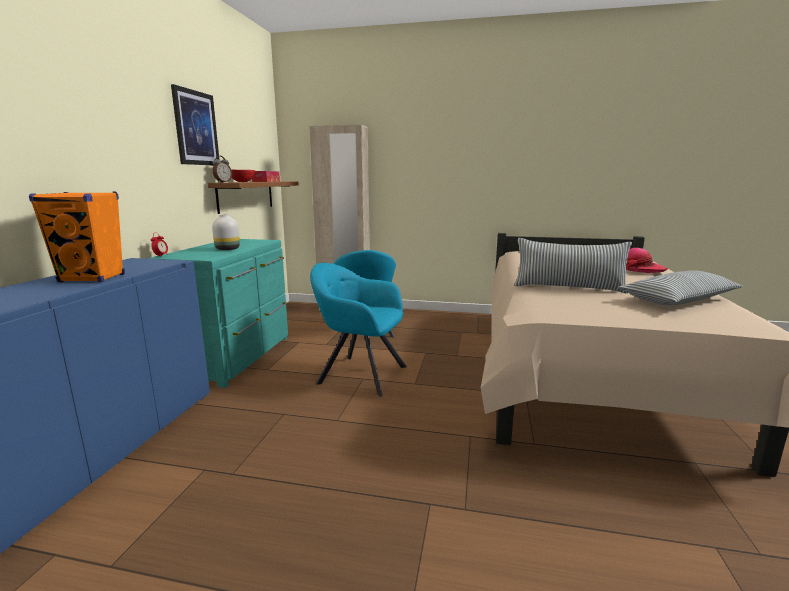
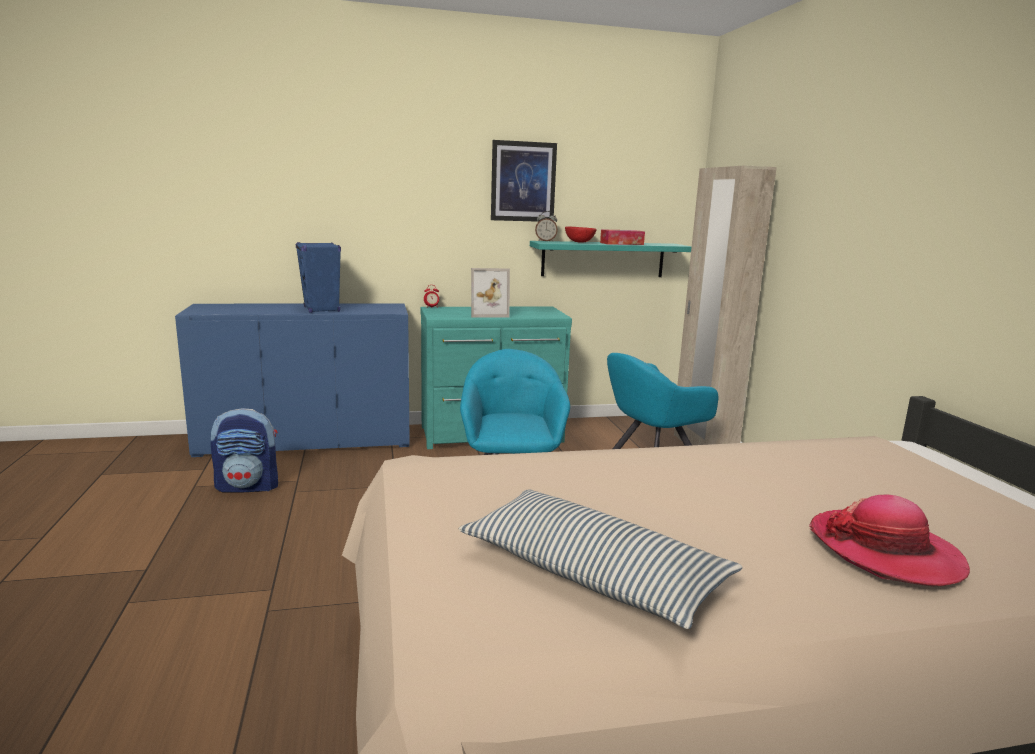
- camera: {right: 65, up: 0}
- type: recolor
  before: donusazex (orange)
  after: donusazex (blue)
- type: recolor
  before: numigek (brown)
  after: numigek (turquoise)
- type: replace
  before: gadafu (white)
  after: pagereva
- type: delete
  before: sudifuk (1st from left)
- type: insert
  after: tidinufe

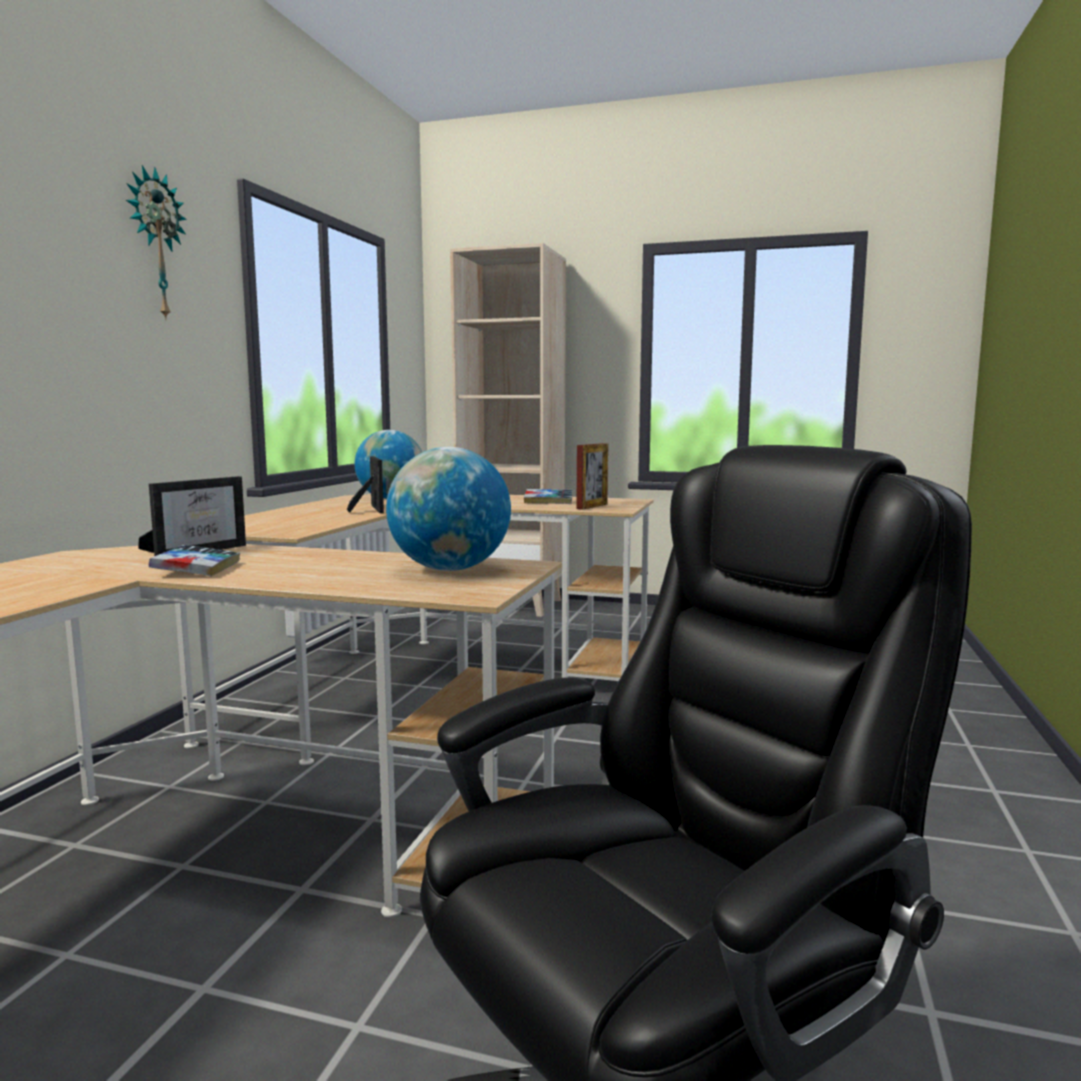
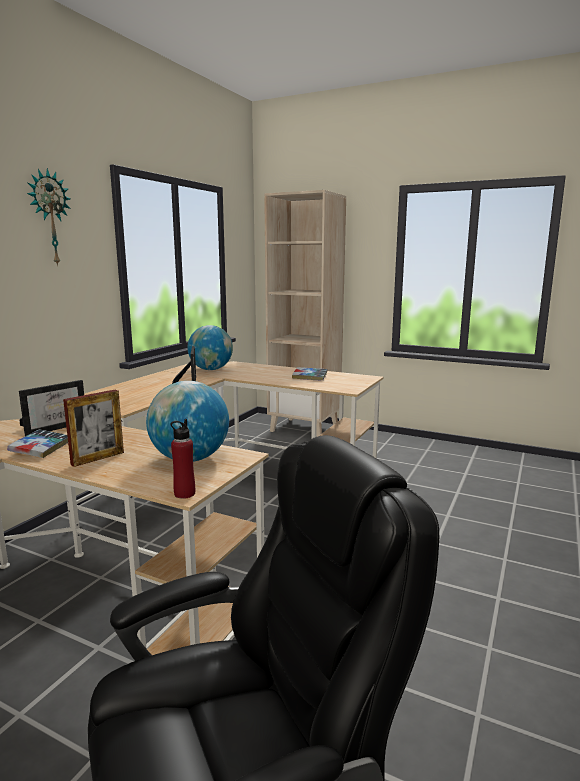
- camera: {right: 10, up: 5}
- type: move
  before: pagereva (3rd from left in the first image)
  after: pagereva (2nd from left)
- type: insert
  after: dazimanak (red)

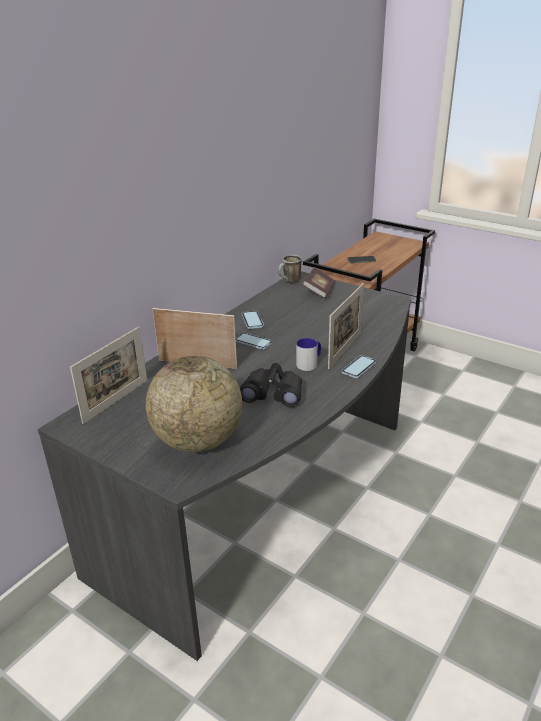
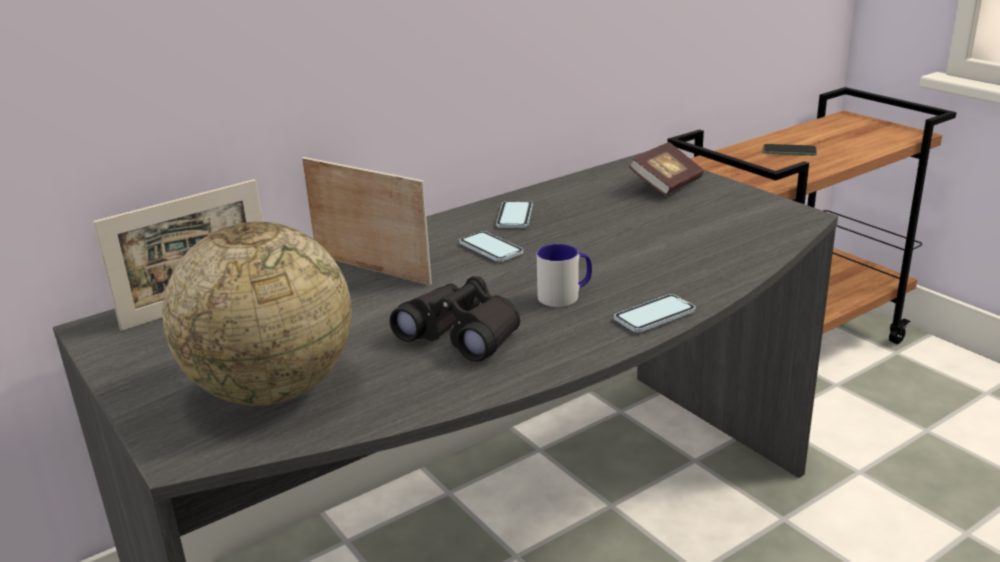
- camera: {right: 20, up: -5}
- type: delete
  before: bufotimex (1st from left)
- type: delete
  before: pagereva (3rd from left)

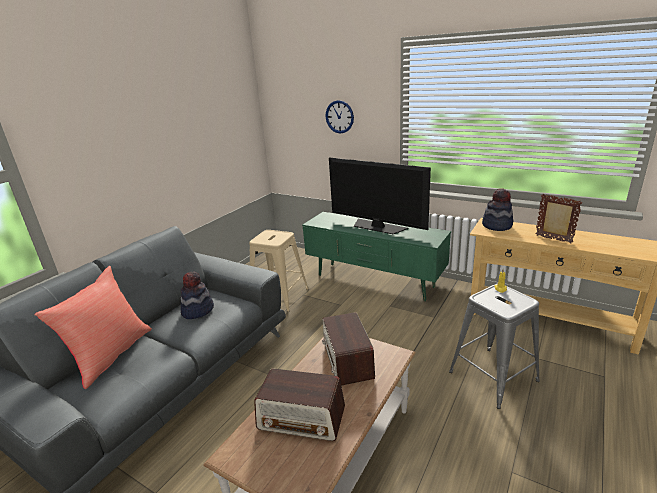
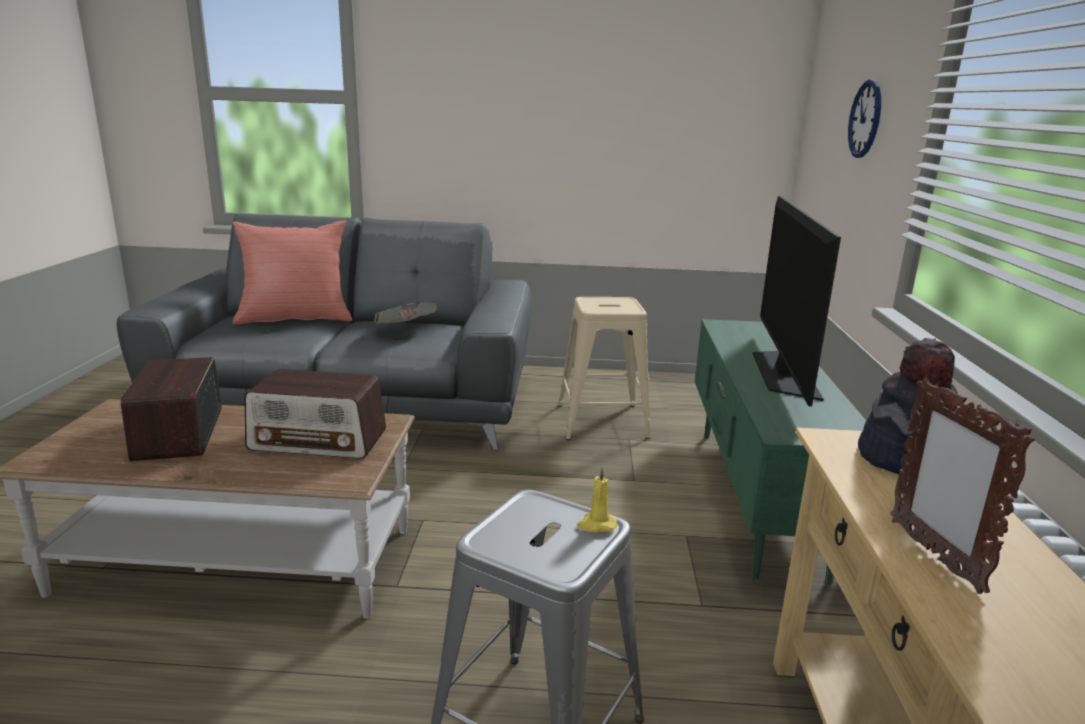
- camera: {right: 60, up: -5}
- type: replace
  before: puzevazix (1st from left)
  after: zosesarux
- type: rotate
  before: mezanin (2nd from left)
  turn: -135
- type: rotate
  before: pagereva
  turn: 150

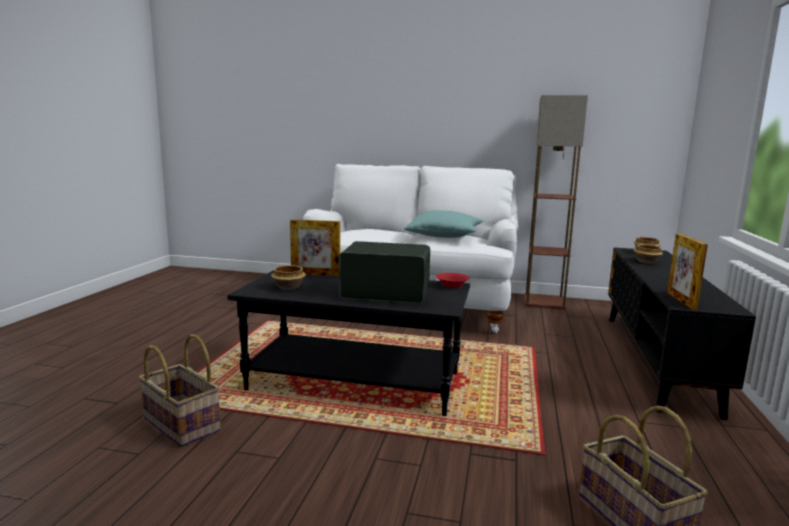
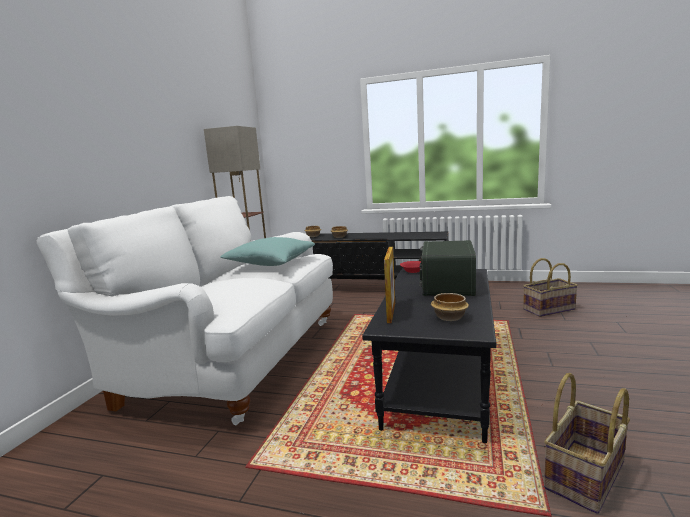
- camera: {right: -85, up: 0}
- type: delete
  before: pagereva (2nd from left)

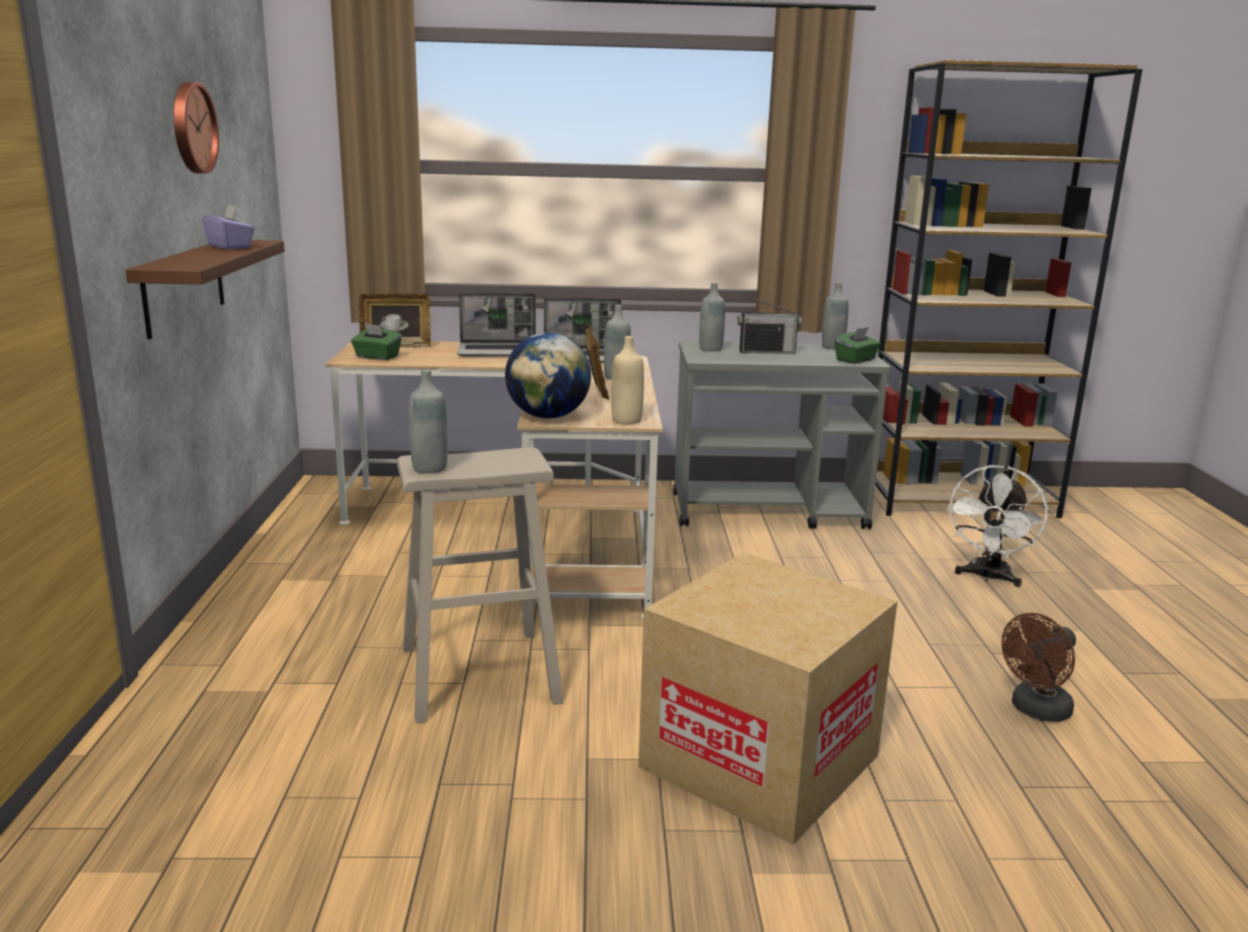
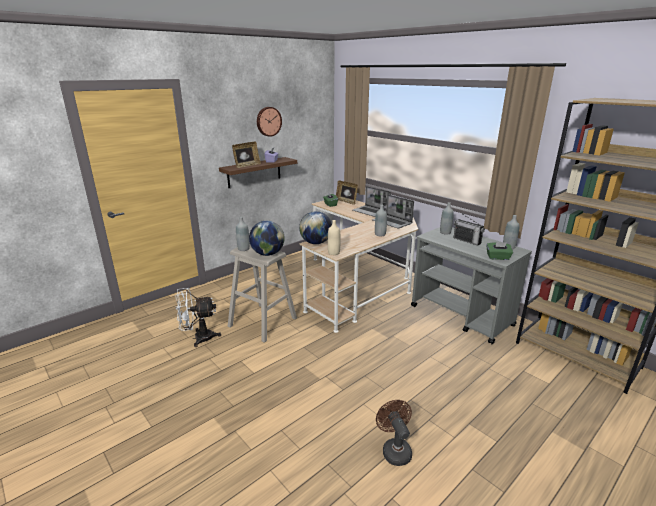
- camera: {right: 50, up: 5}
- type: move
  before: pagereva (2nd from left in the first image)
  after: pagereva (1st from left)
- type: delete
  before: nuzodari
- type: move
  before: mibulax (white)
- type: rotate
  before: mibulax (brown)
  turn: 60
- type: insert
  after: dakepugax (1st from left)

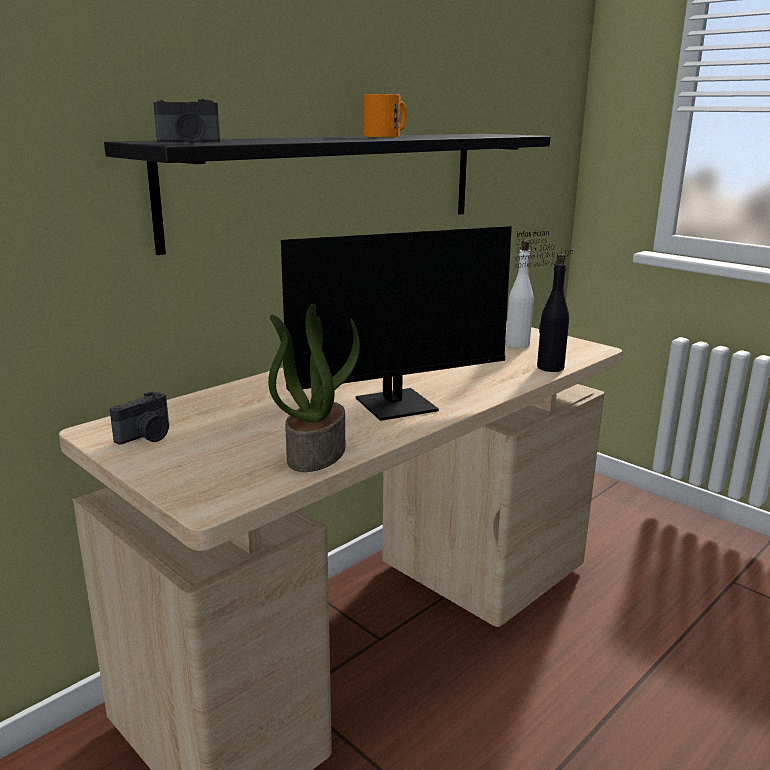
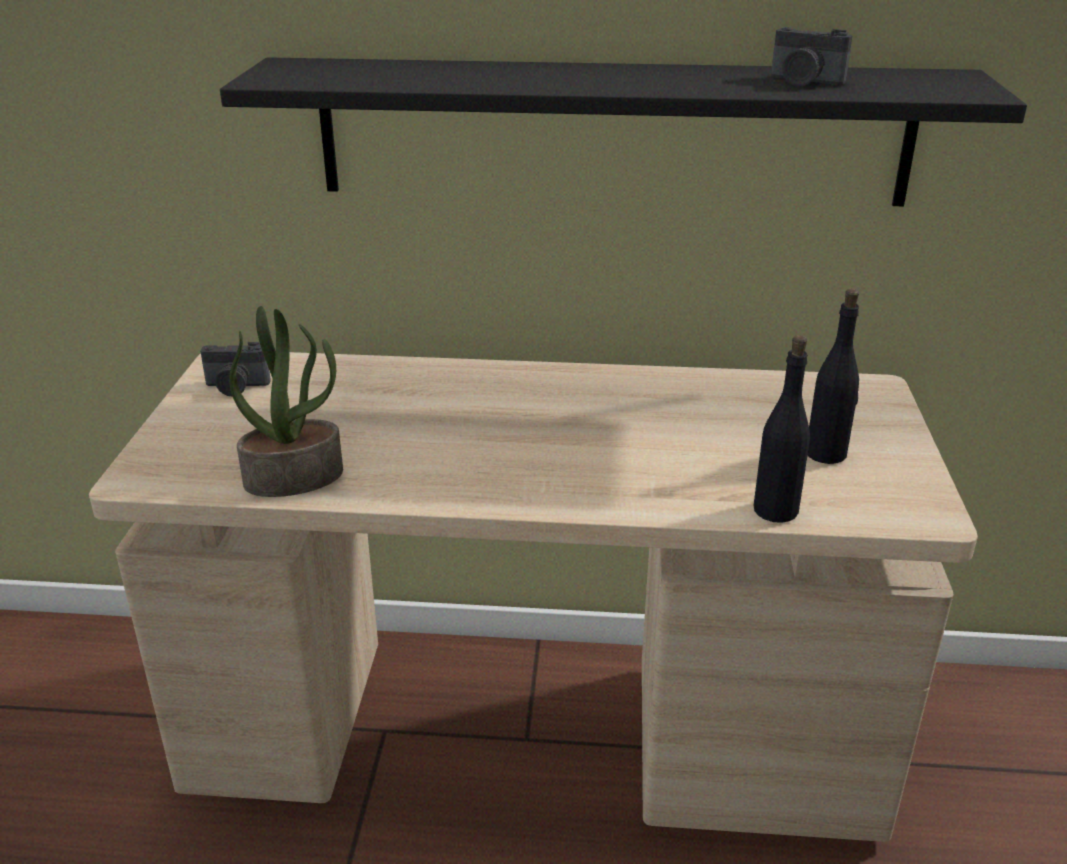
- camera: {right: 50, up: 10}
- type: move
  before: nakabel (2nd from left)
- type: delete
  before: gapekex
- type: delete
  before: bufotimex (orange)
- type: recolor
  before: dazimanak (white)
  after: dazimanak (black) (2nd from left)

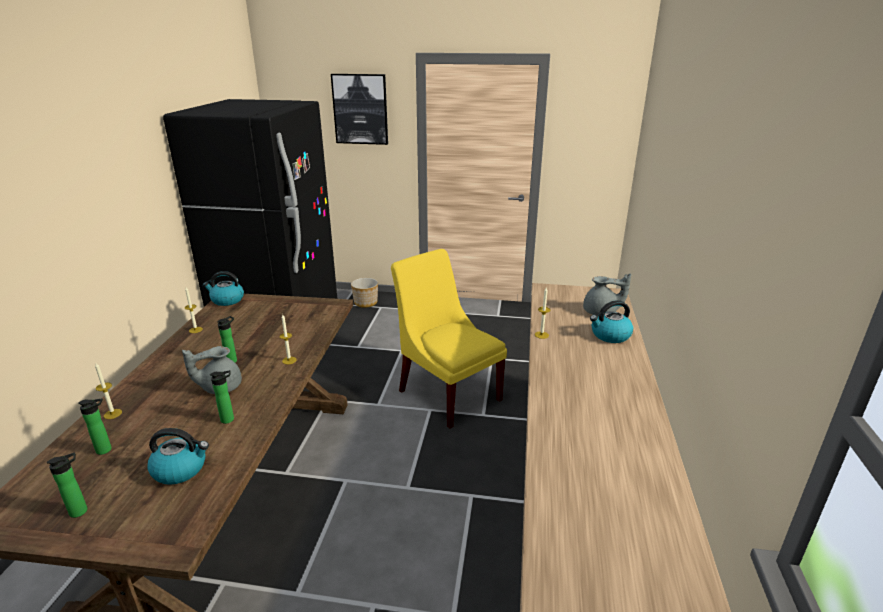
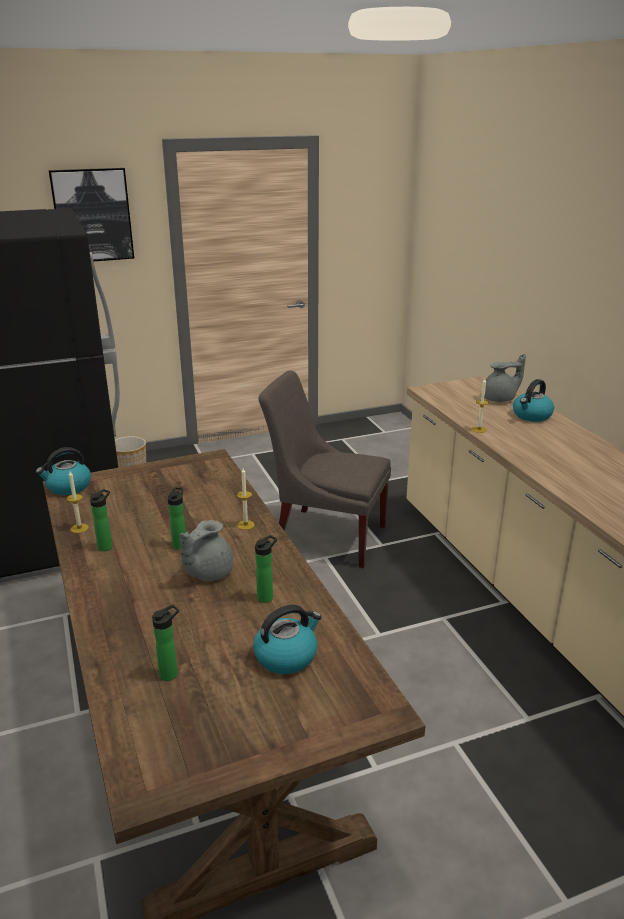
- camera: {right: -30, up: 0}
- type: move
  before: dazimanak (1st from left)
- type: delete
  before: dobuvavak (1st from left)
- type: recolor
  before: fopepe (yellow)
  after: fopepe (grey)

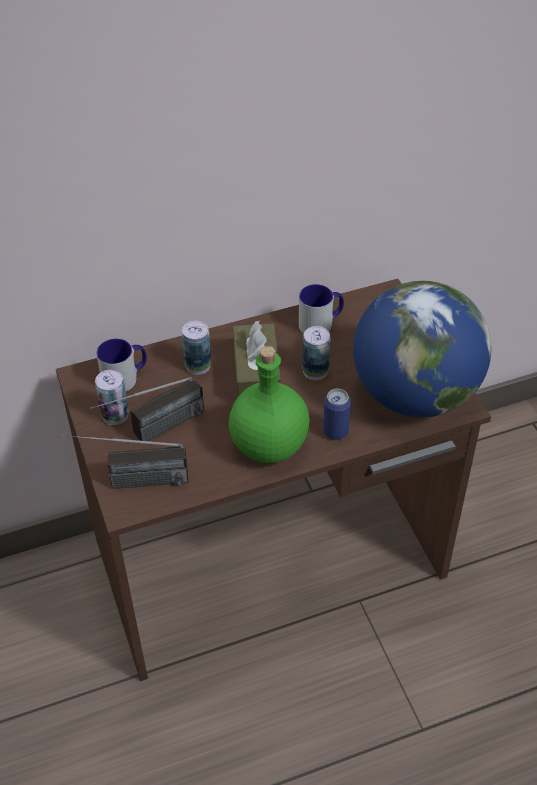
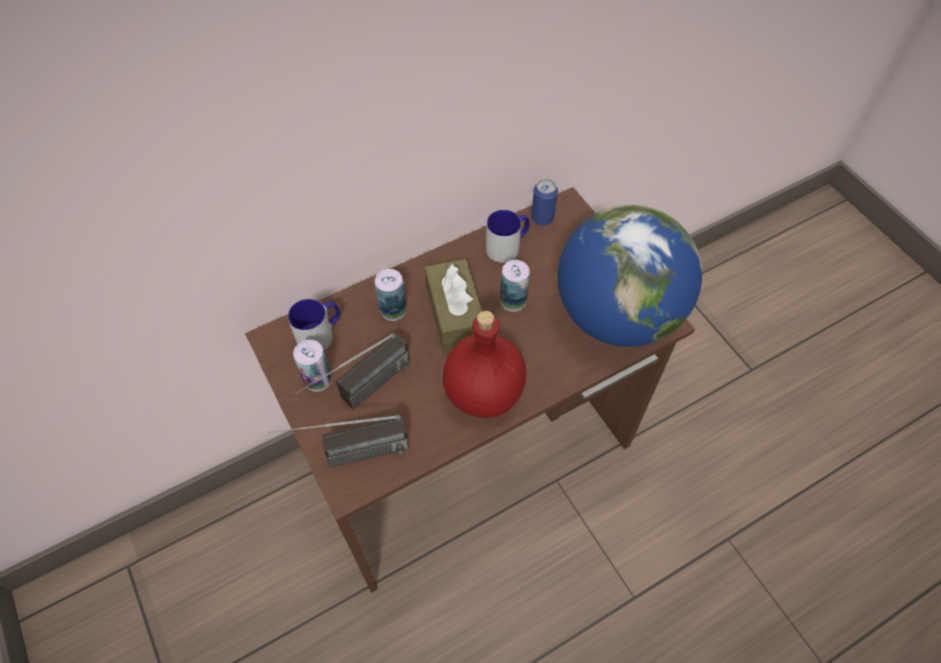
- camera: {right: -10, up: 10}
- type: recolor
  before: dazimanak (green)
  after: dazimanak (red)
- type: move
  before: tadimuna (4th from left)

